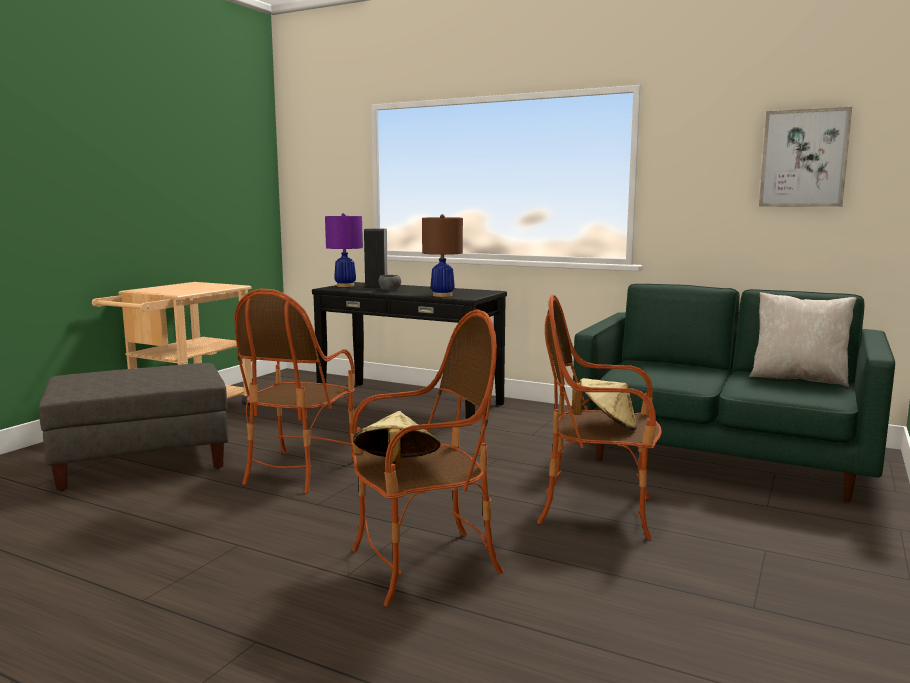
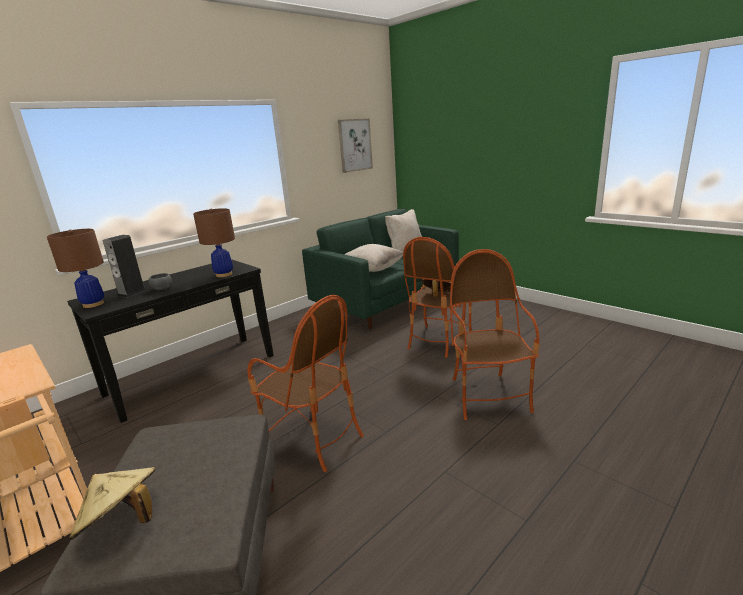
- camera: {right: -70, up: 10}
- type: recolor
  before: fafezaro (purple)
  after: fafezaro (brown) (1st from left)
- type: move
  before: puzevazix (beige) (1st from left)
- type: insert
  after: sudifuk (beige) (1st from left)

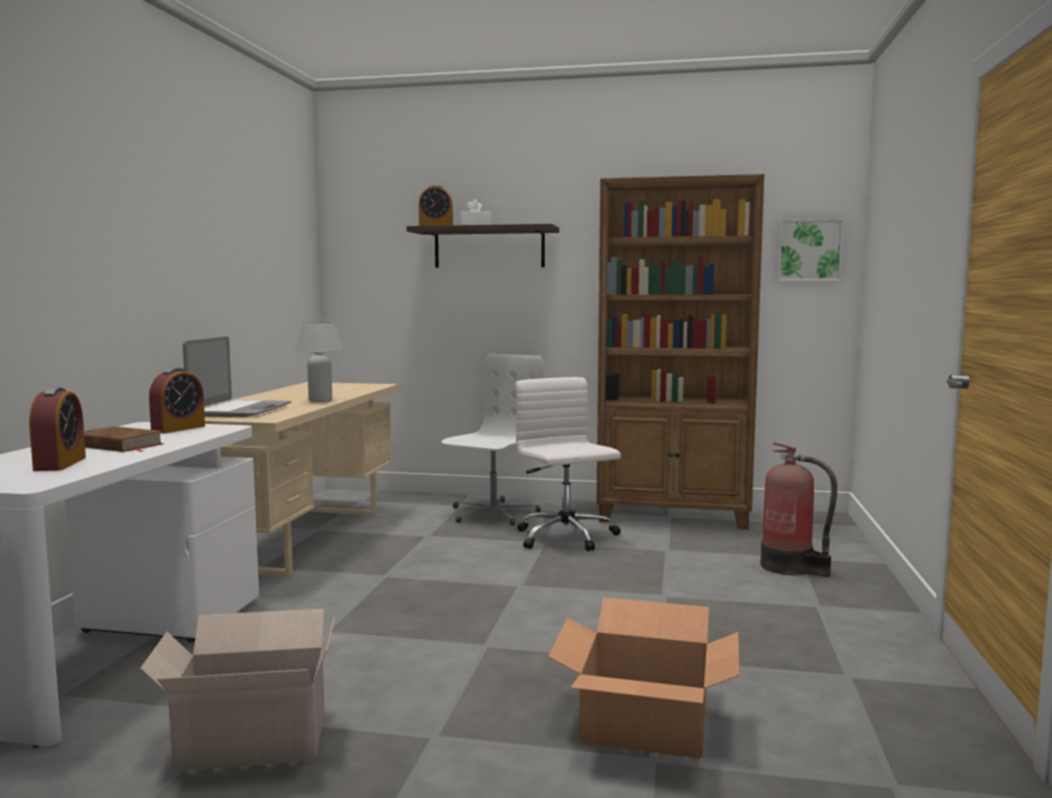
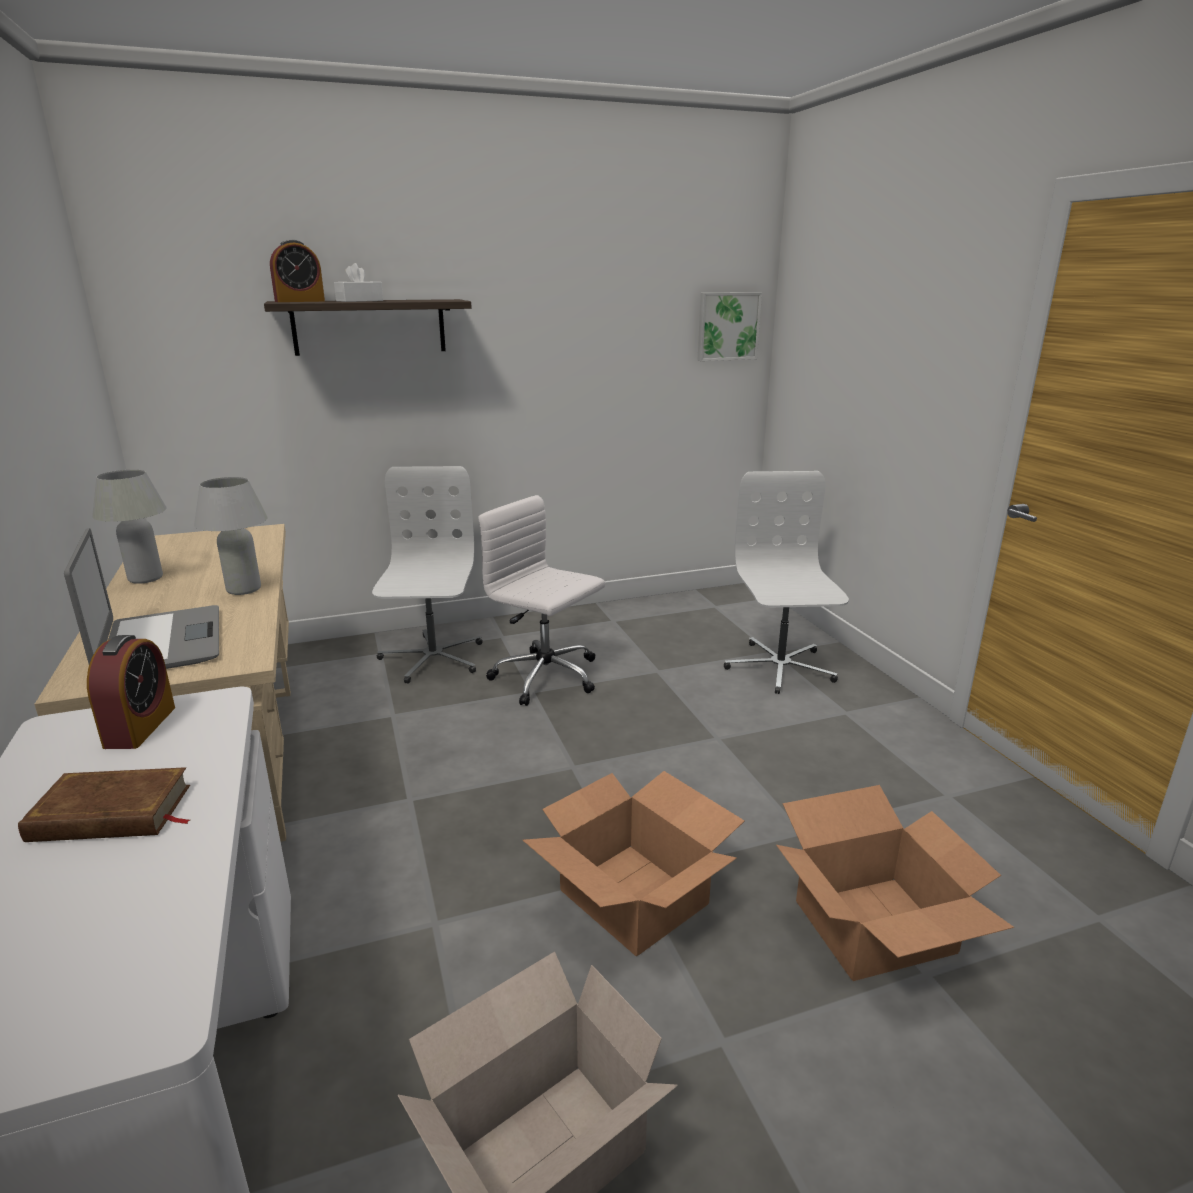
- camera: {right: -30, up: 15}
- type: delete
  before: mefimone (1st from left)
- type: delete
  before: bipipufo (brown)
- type: replace
  before: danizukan
  after: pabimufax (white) (3rd from left)
- type: insert
  after: fafezaro (white) (1st from left)
- type: insert
  after: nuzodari (2nd from left)

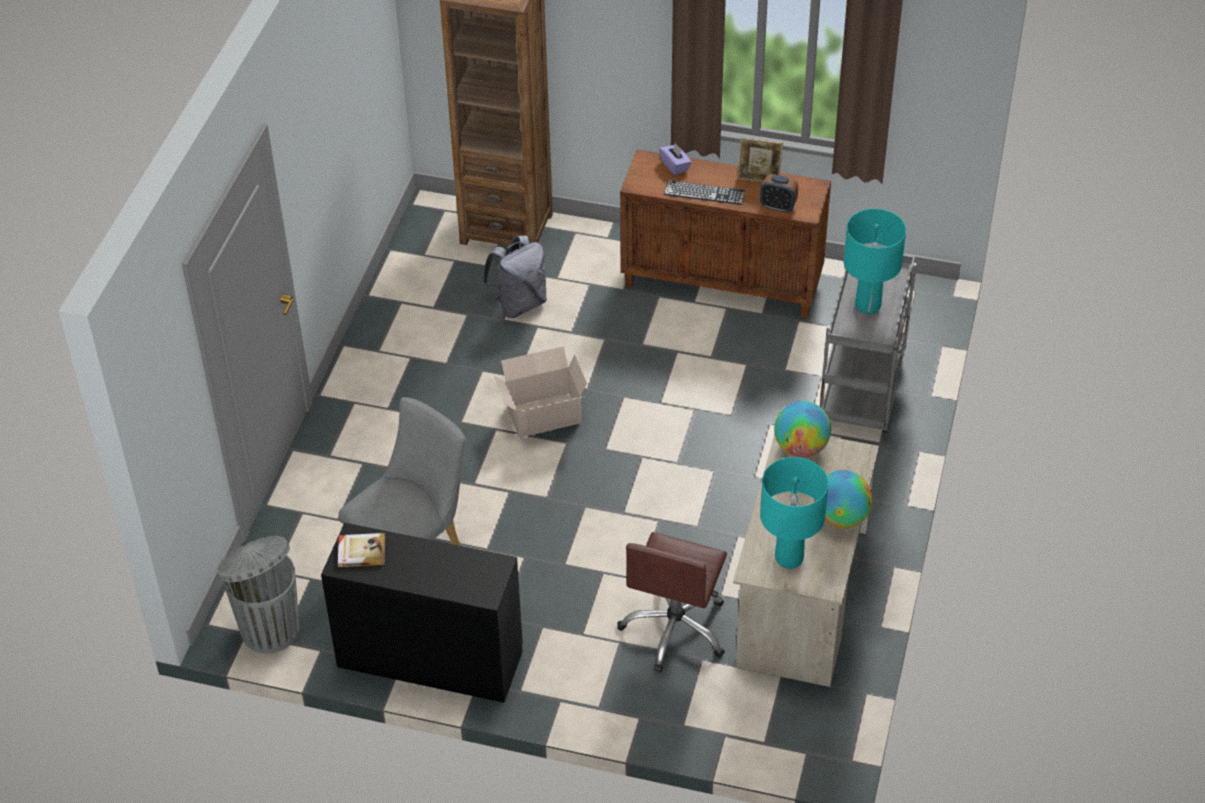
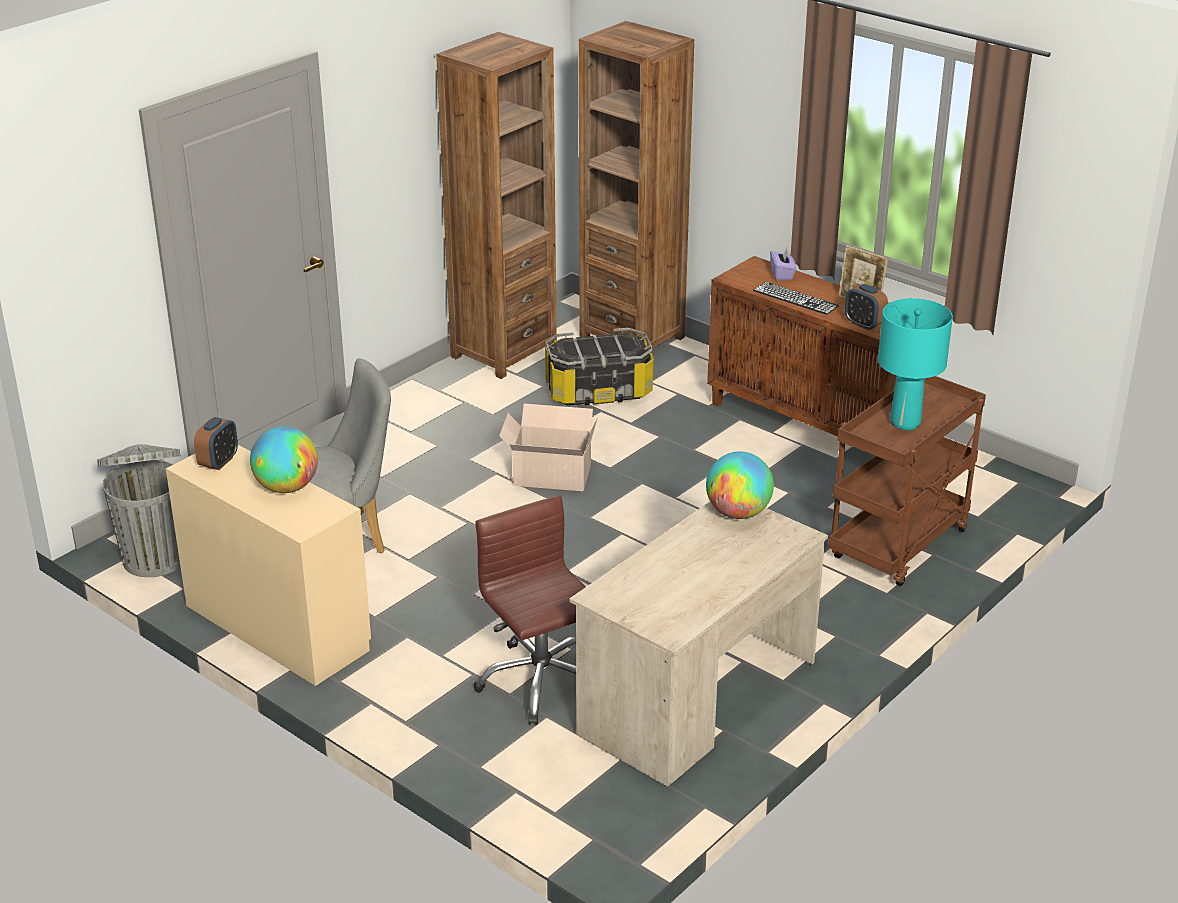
- camera: {right: 25, up: -15}
- type: recolor
  before: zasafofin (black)
  after: zasafofin (beige) (1st from left)
- type: replace
  before: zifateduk
  after: mefimone (1st from left)
- type: replace
  before: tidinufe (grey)
  after: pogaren
- type: rotate
  before: pabimufax (brown)
  turn: 105
- type: delete
  before: fafezaro (turquoise) (1st from left)
- type: move
  before: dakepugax (2nd from left in the first image)
  after: dakepugax (1st from left)
- type: recolor
  before: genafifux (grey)
  after: genafifux (brown)
- type: insert
  after: bipipufo (brown) (1st from left)

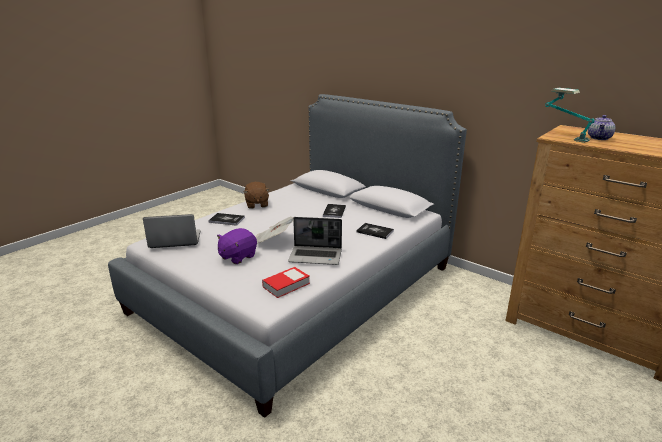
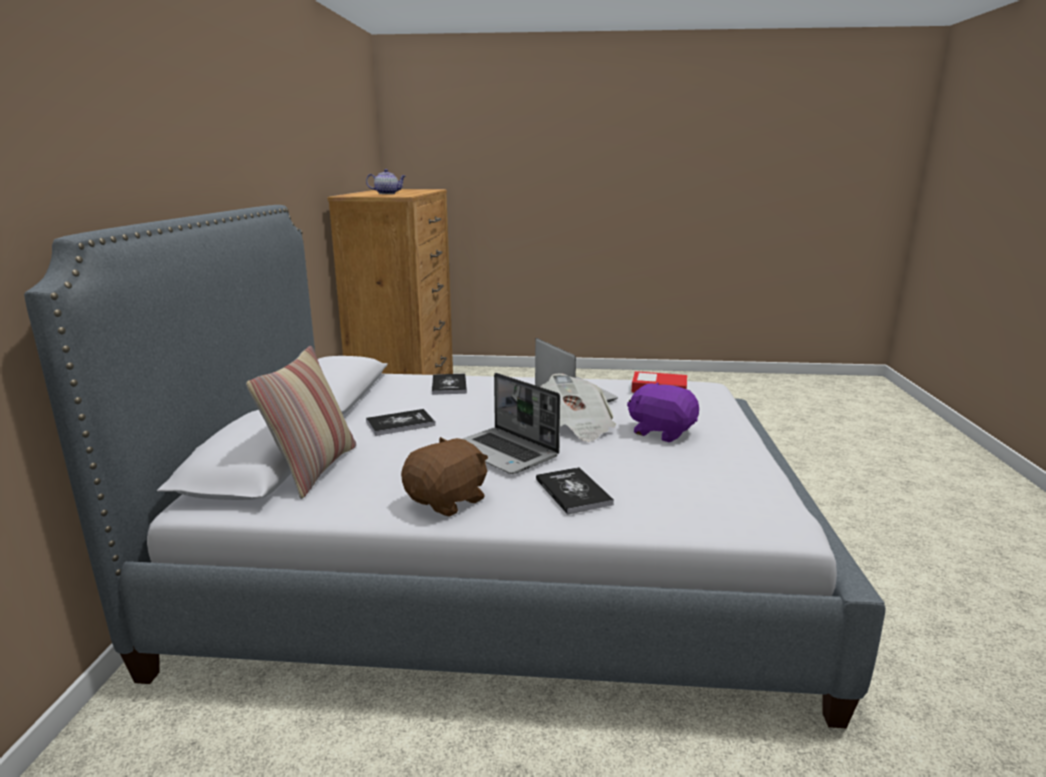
- camera: {right: -125, up: -5}
- type: move
  before: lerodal (1st from left)
- type: rotate
  before: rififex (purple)
  turn: -150
- type: delete
  before: fafezaro
- type: insert
  after: sudifuk

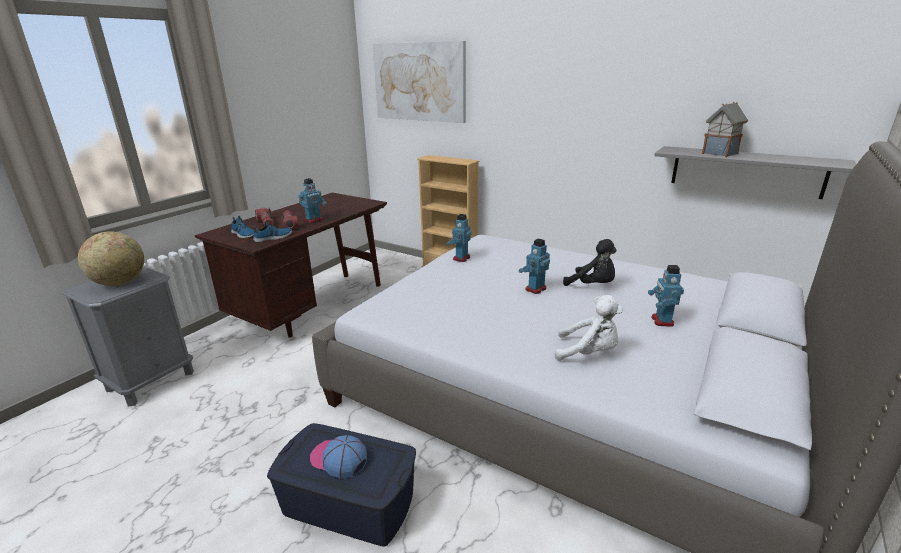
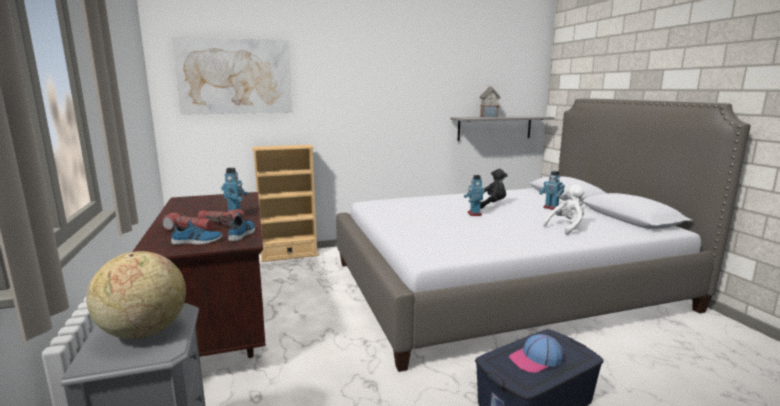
- camera: {right: -50, up: -10}
- type: delete
  before: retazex (2nd from left)

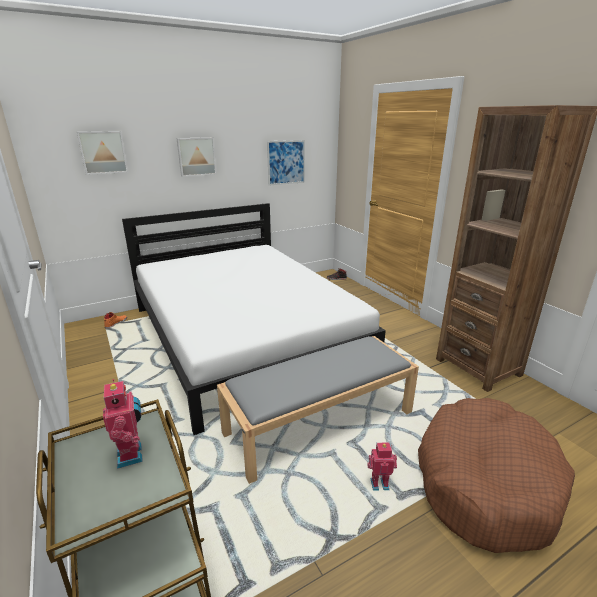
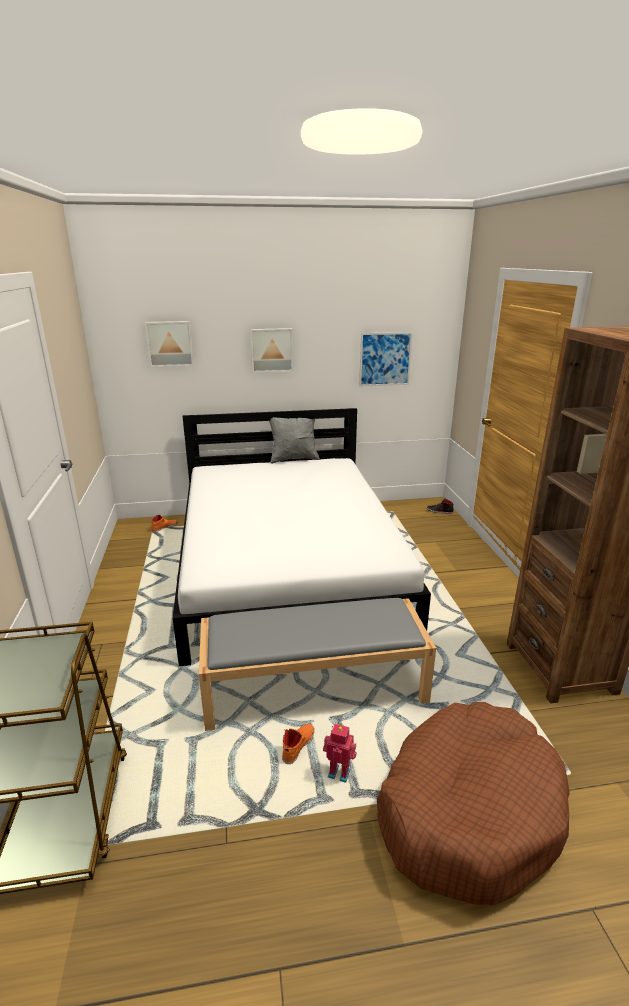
- camera: {right: 20, up: 0}
- type: delete
  before: retazex (1st from left)
- type: insert
  after: sudifuk (grey)
- type: insert
  after: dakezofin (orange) (2nd from left)

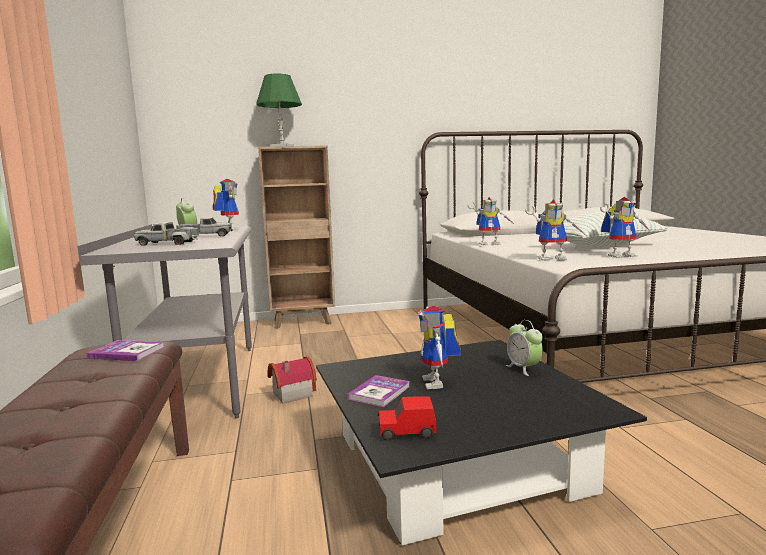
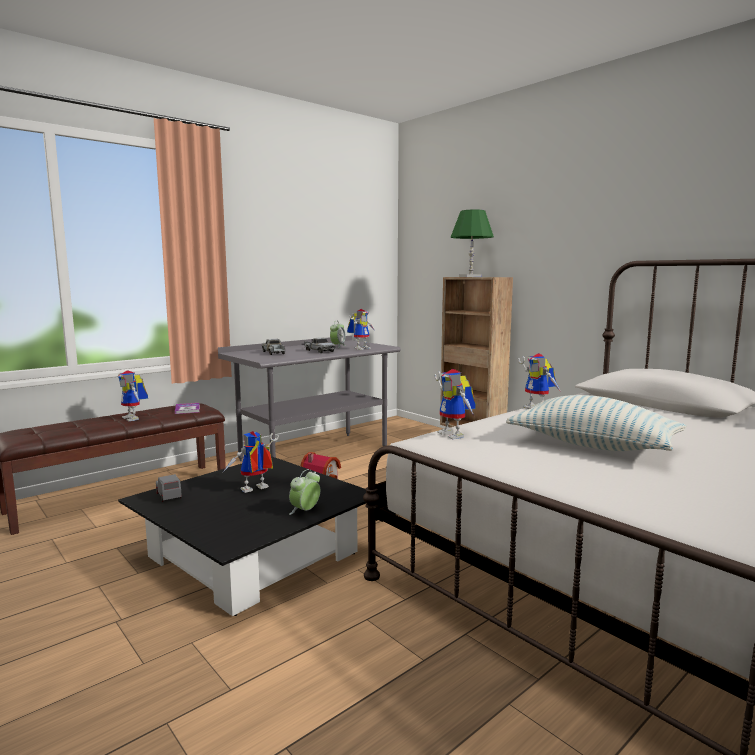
- camera: {right: 60, up: 0}
- type: delete
  before: zifateduk (2nd from left)
- type: recolor
  before: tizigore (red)
  after: tizigore (grey)
- type: move
  before: retazex (5th from left in the first image)
  after: retazex (1st from left)

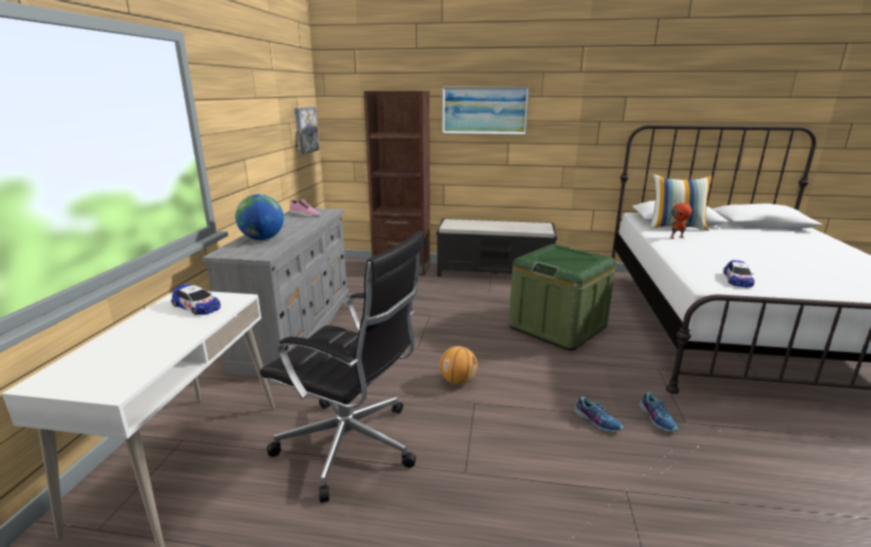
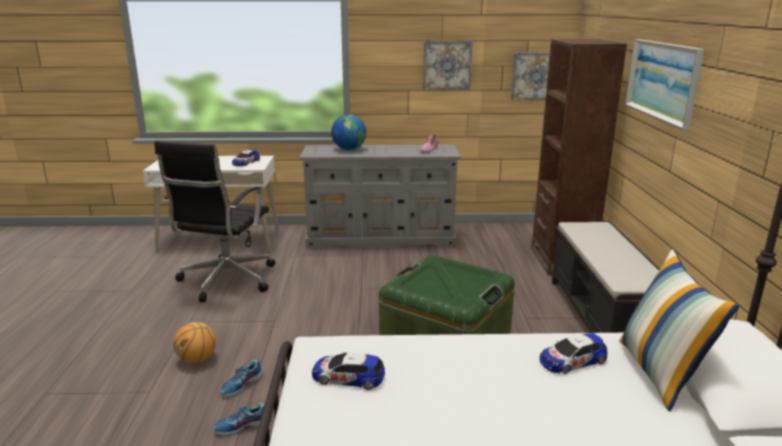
- camera: {right: 80, up: 0}
- type: move
  before: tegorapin
- type: replace
  before: retazex
  after: tizigore (3rd from left)
- type: insert
  after: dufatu (1st from left)

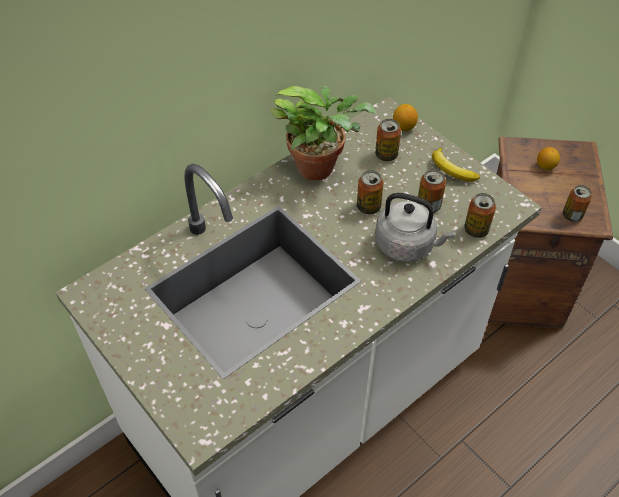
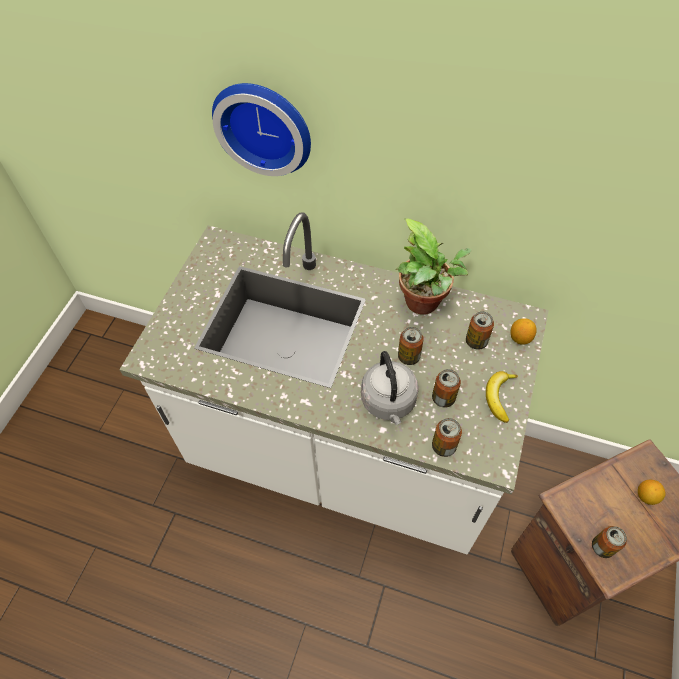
- camera: {right: 60, up: 5}
- type: insert
  after: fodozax

